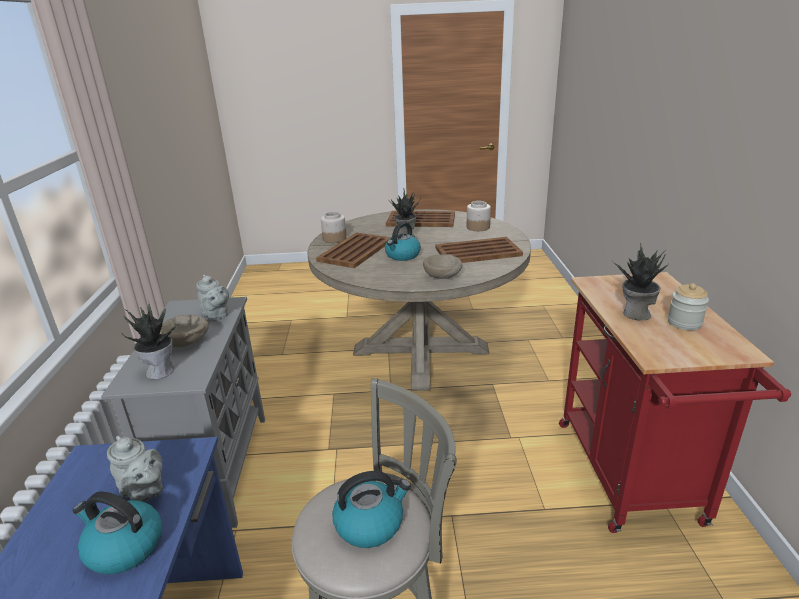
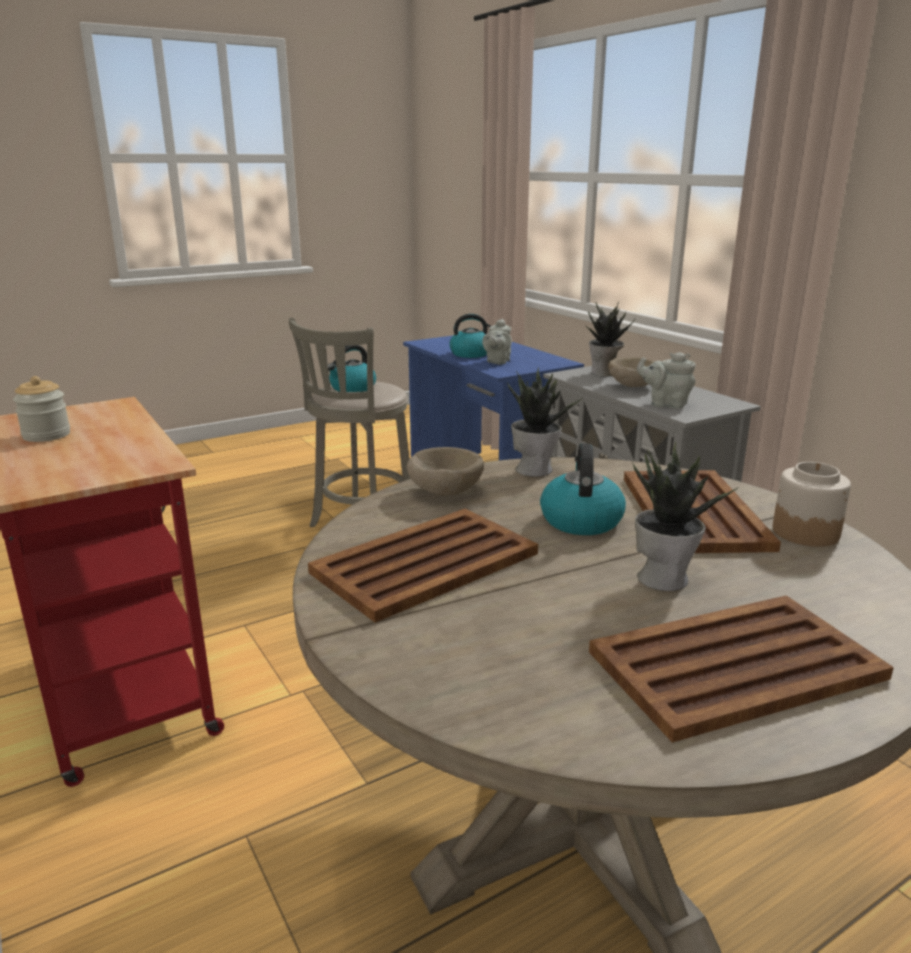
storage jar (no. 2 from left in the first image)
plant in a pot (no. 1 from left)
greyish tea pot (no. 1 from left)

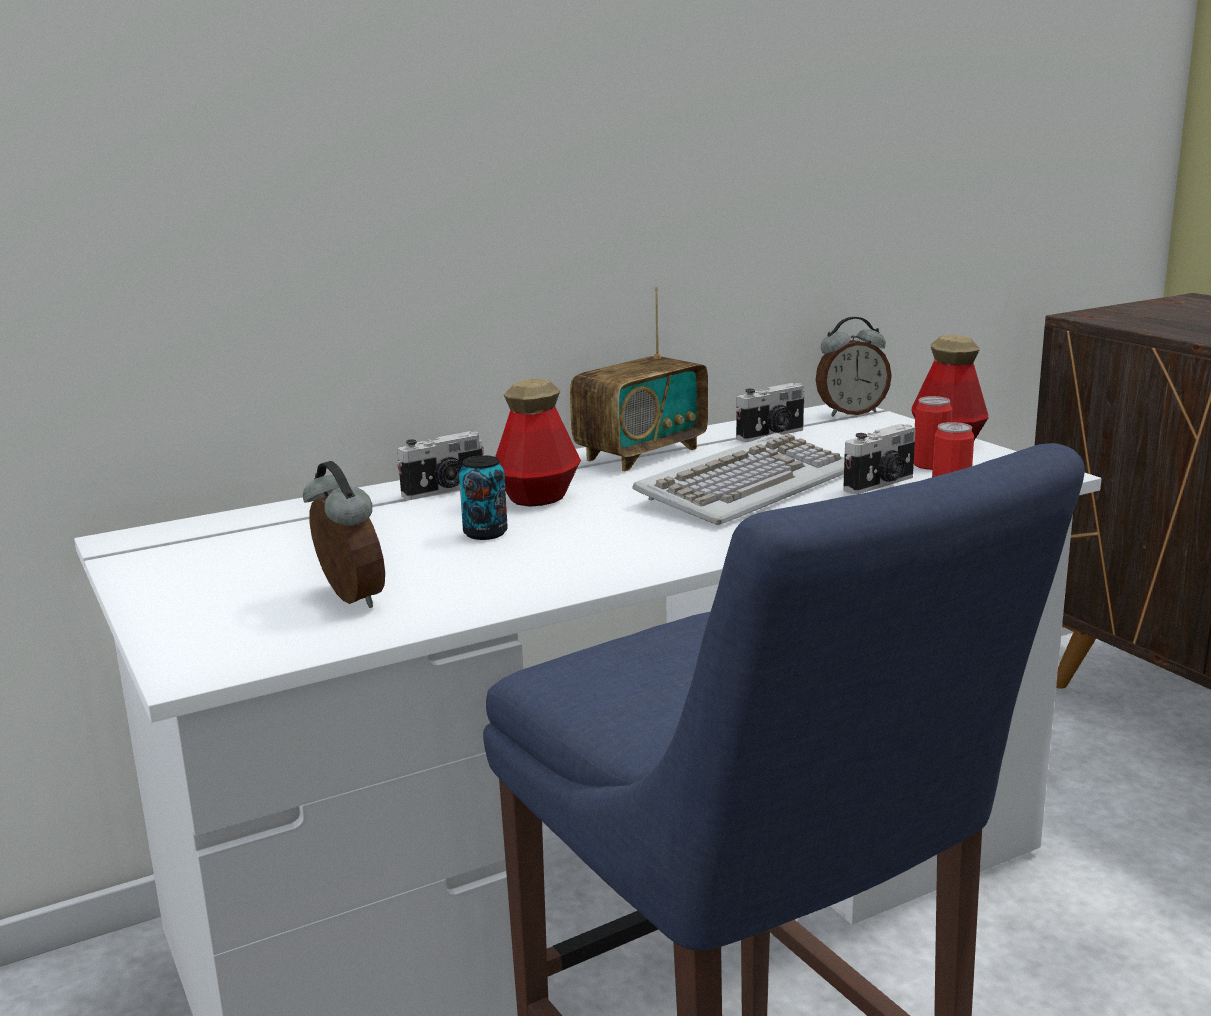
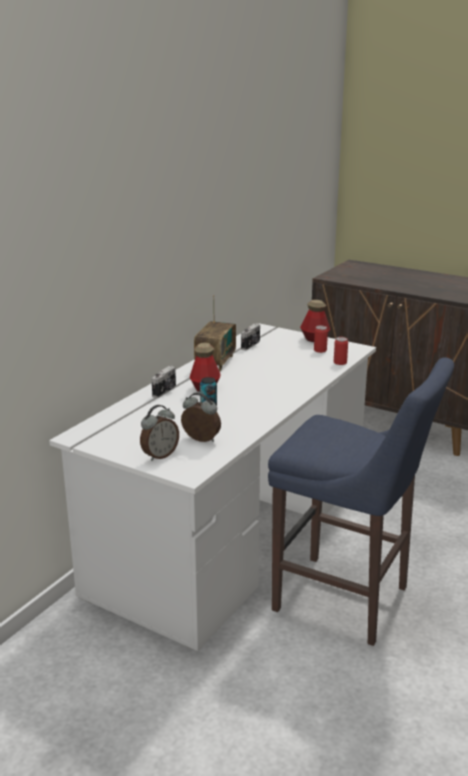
table clock (no. 1 from left)
photo camera (no. 3 from left in the first image)
PC keyboard

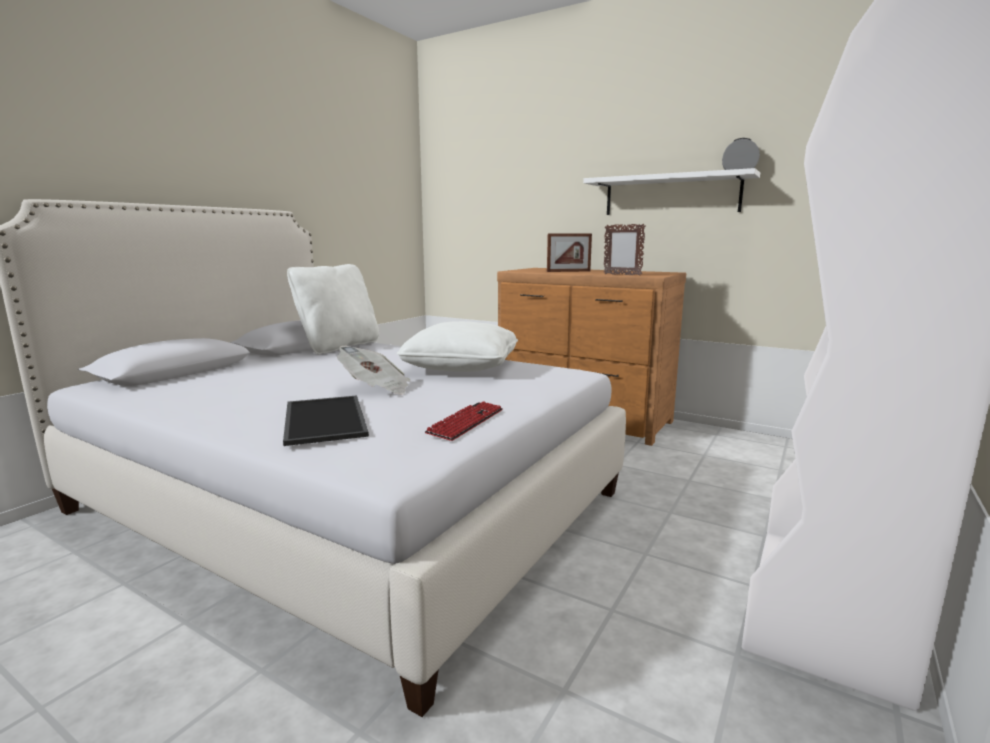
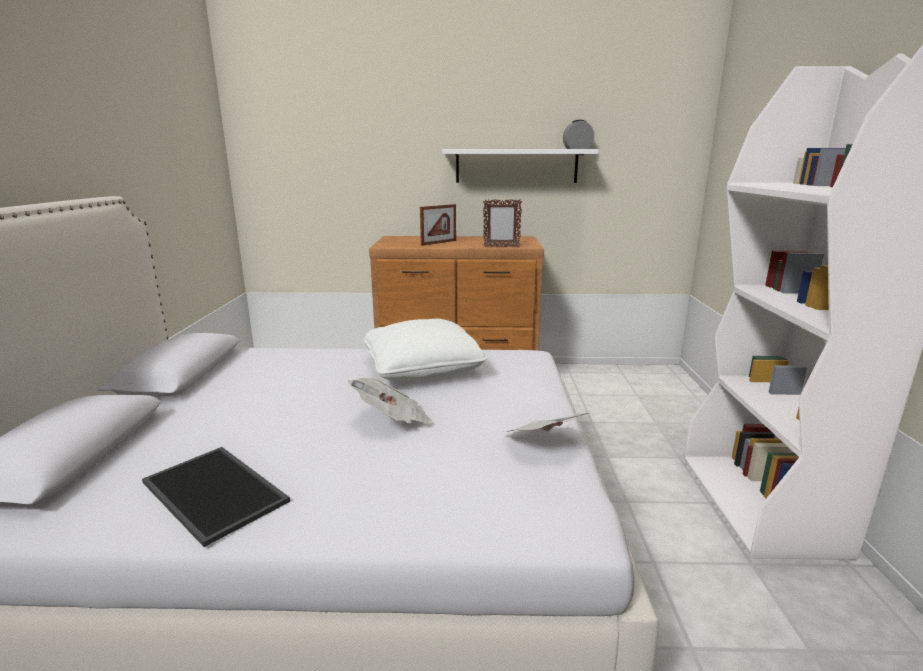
white cushion (no. 1 from left in the first image)
carrying tray
newspaper (no. 2 from left)

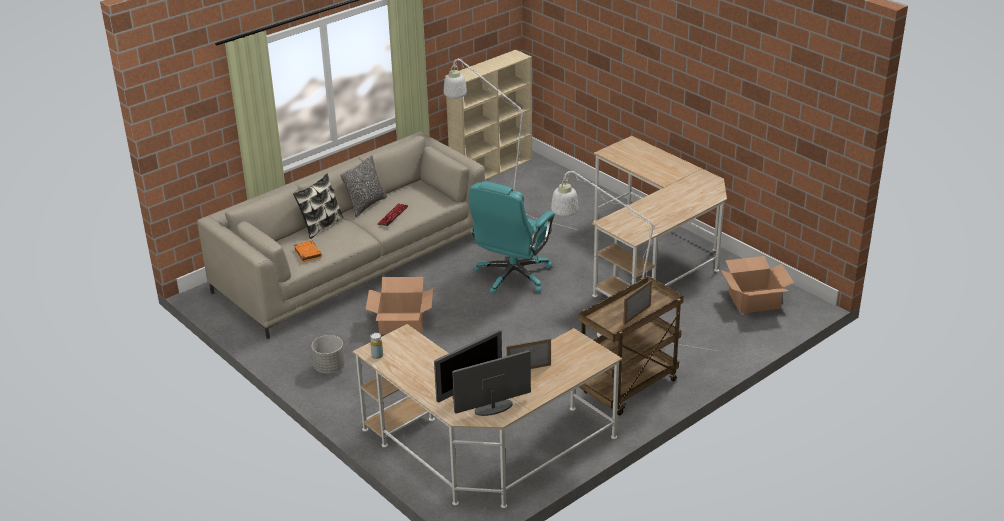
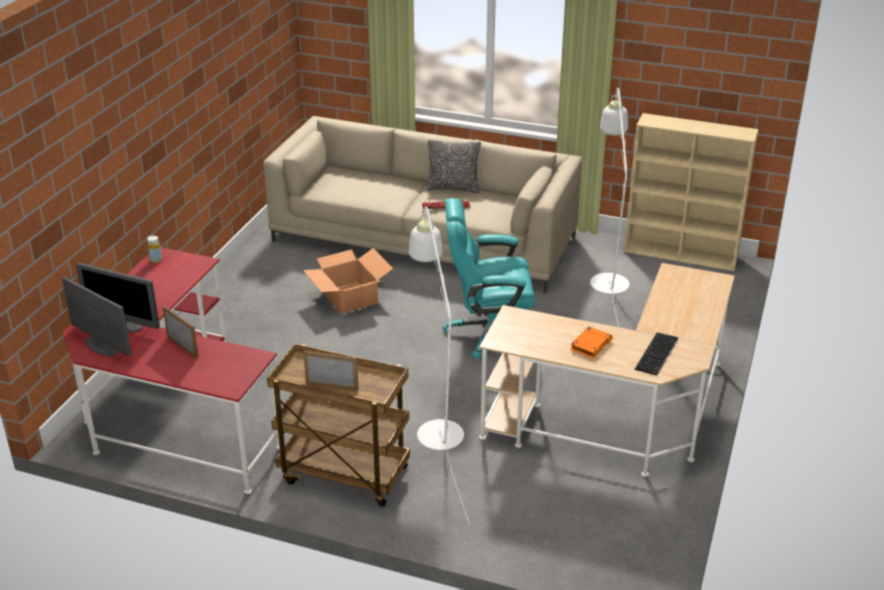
cushion (no. 1 from left in the first image)
orangey bound book
carton (no. 2 from left in the first image)
reddish desk table
greyish plant pot
PC keyboard (no. 2 from left)

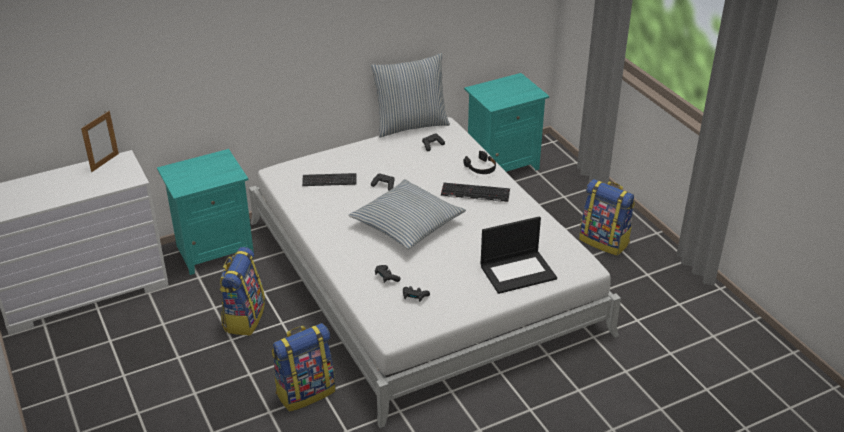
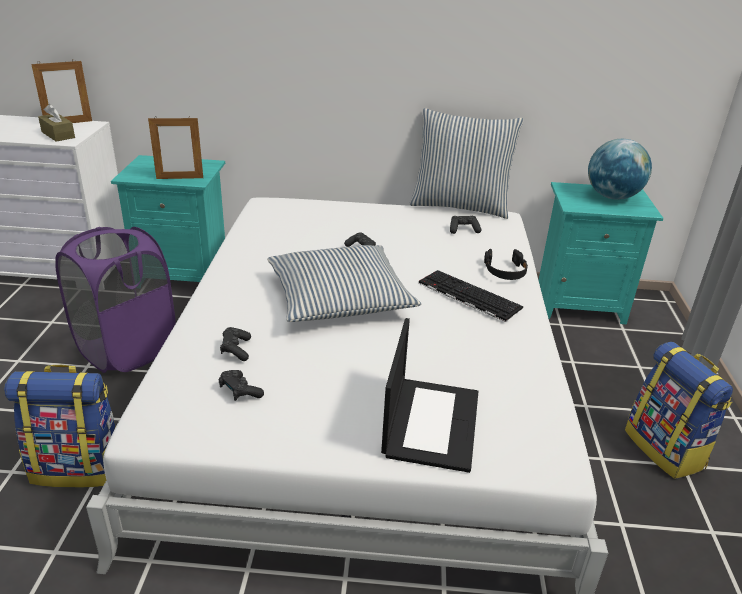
PC keyboard (no. 1 from left in the first image)
laptop
purplish hamper
brown-coloured tissue holder
photo frame (no. 2 from left)
desk globe

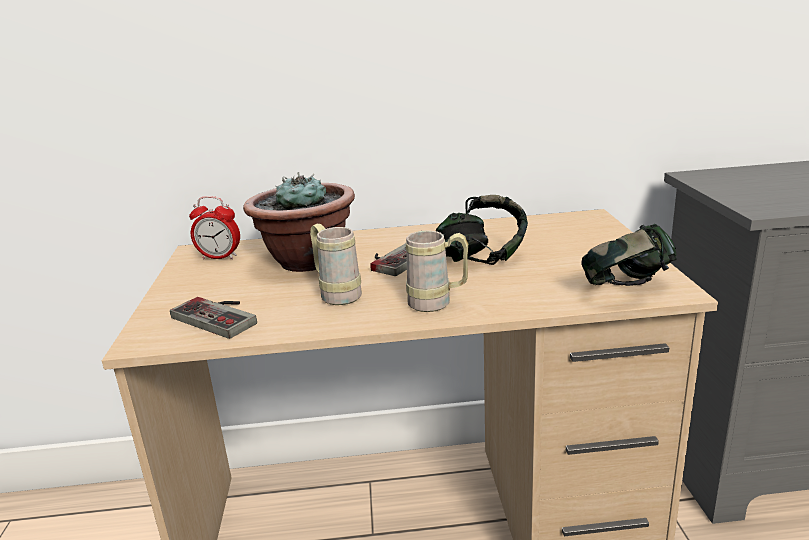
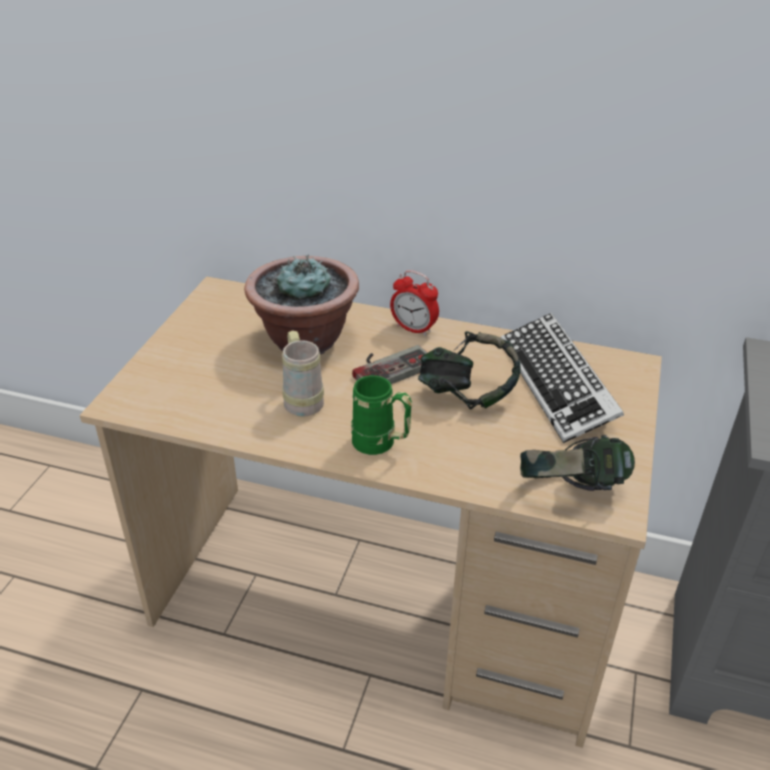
table clock
green-coloured tea mug
gamepad (no. 1 from left in the first image)
PC keyboard

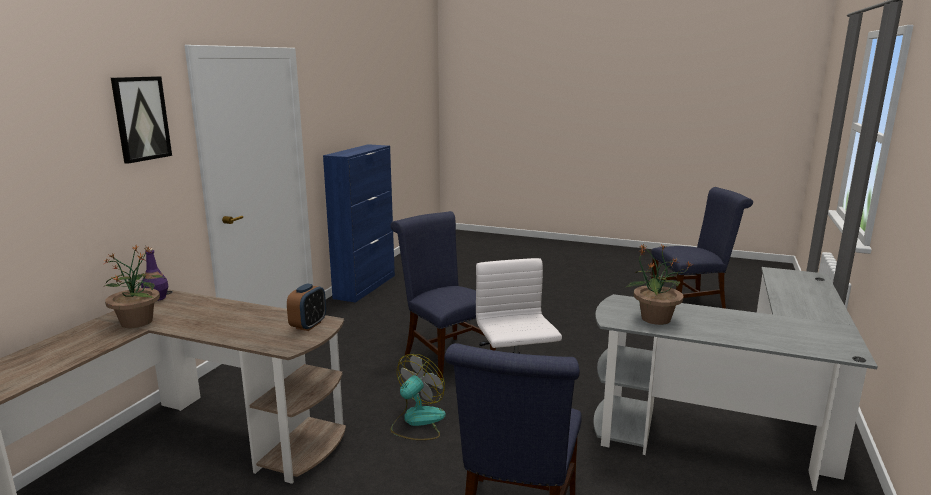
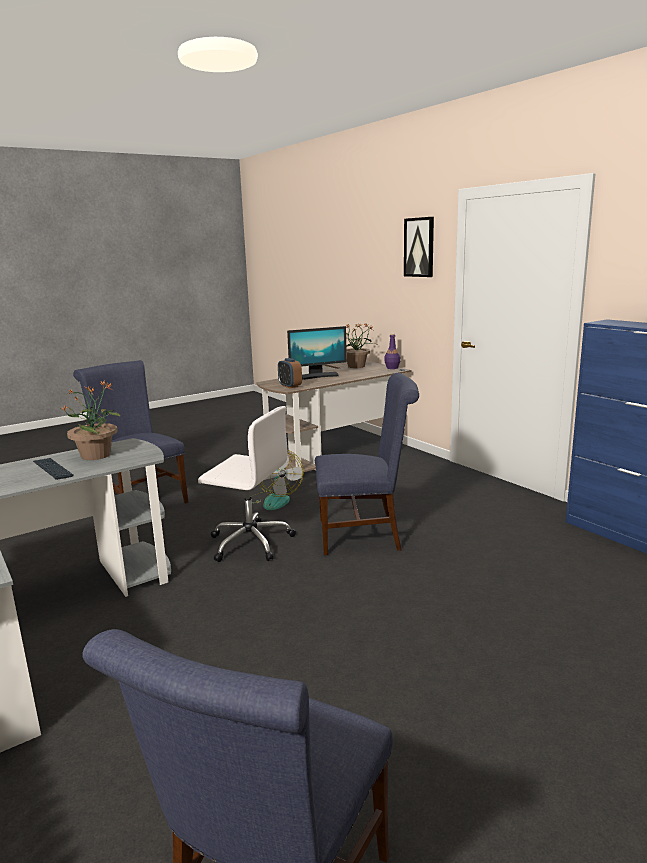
monitor
PC keyboard

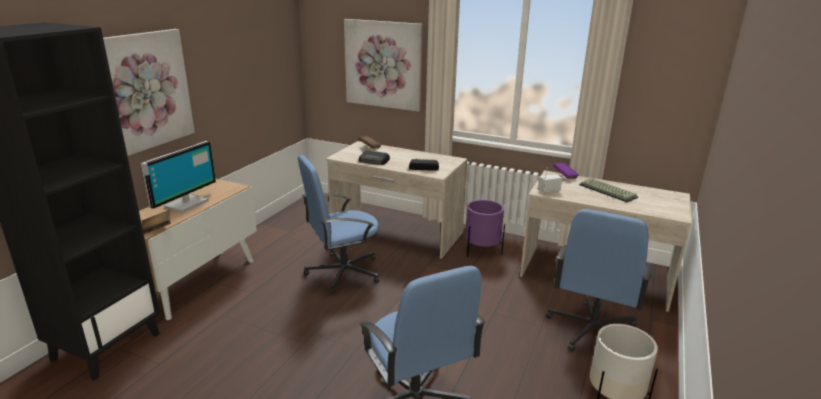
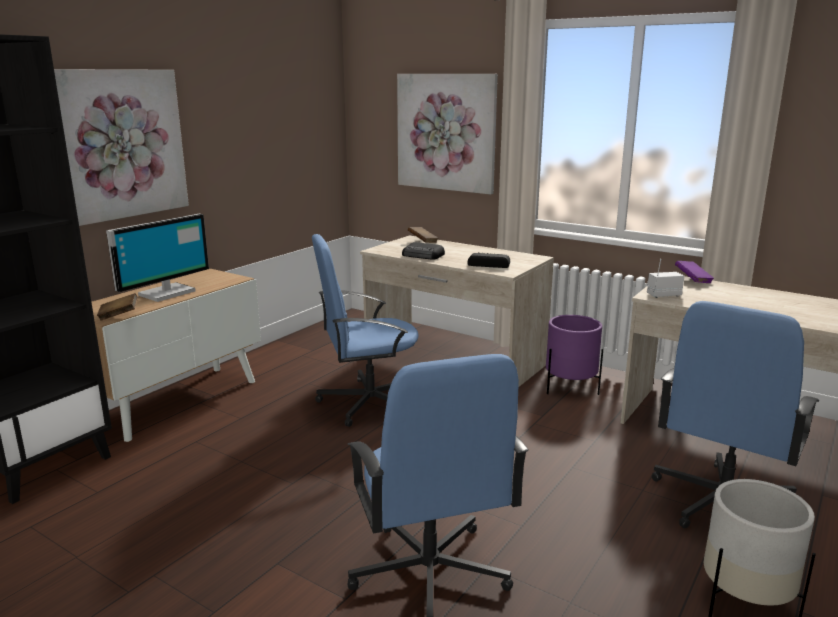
PC keyboard

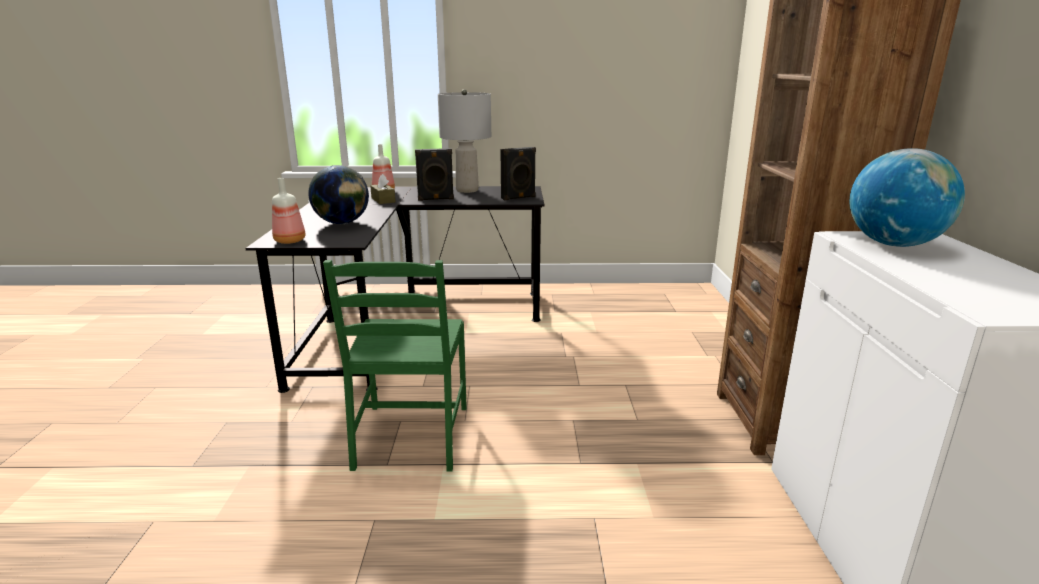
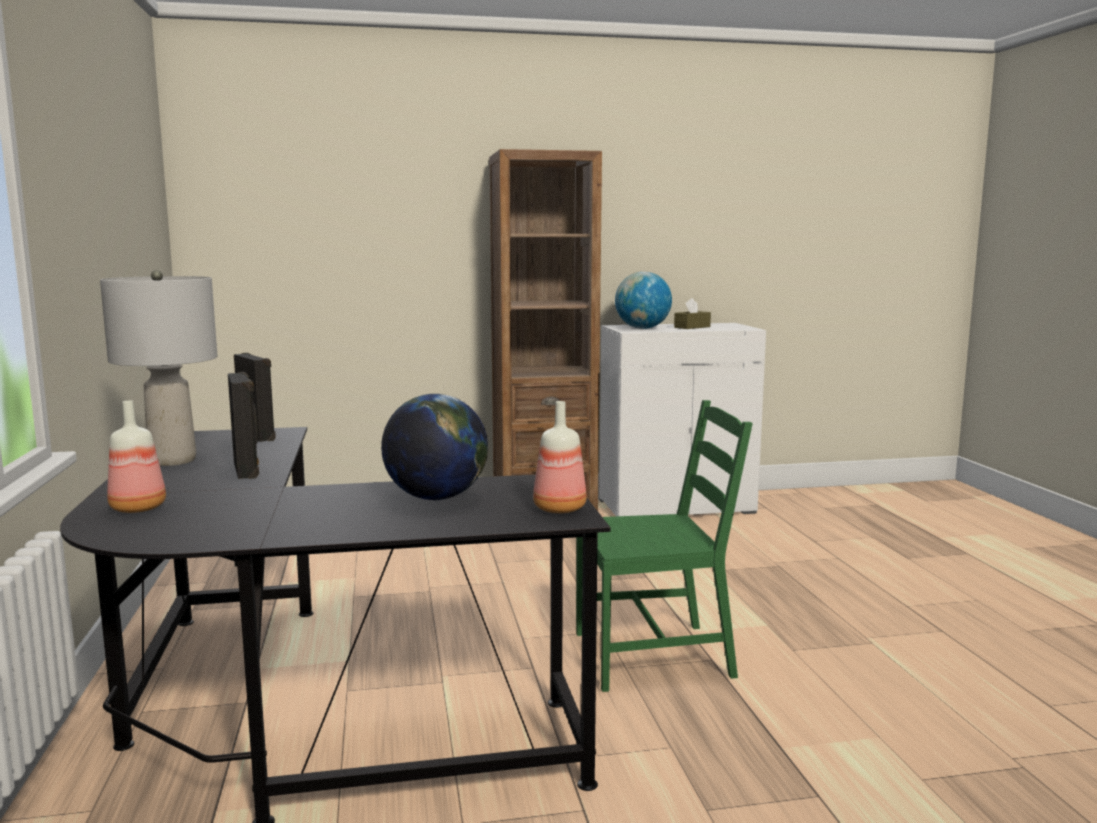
brown-coloured tissue holder

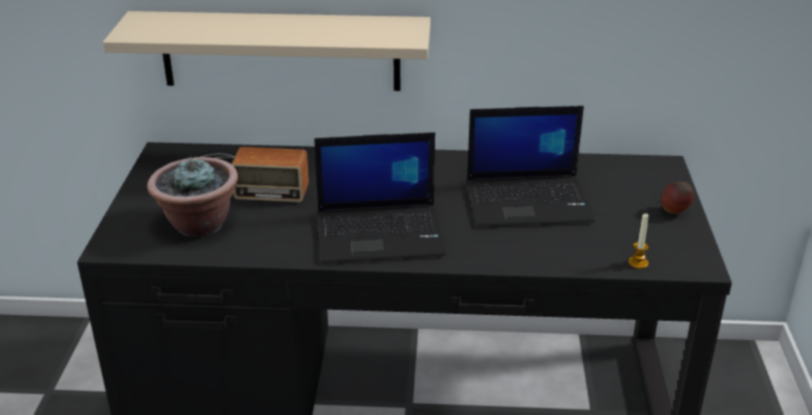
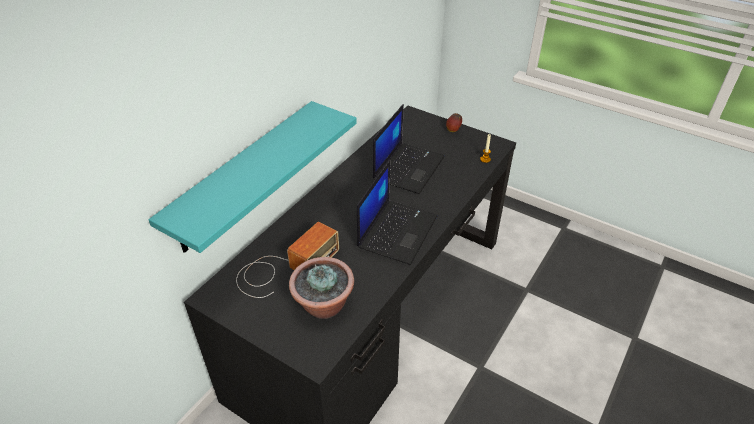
turquoise-coloured wall shelf

